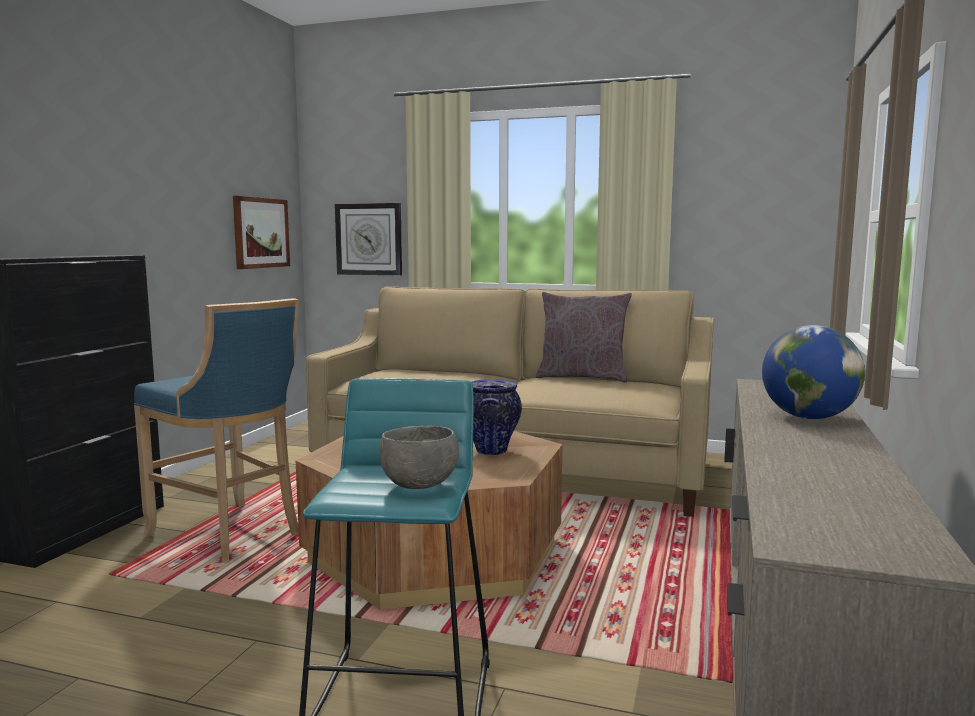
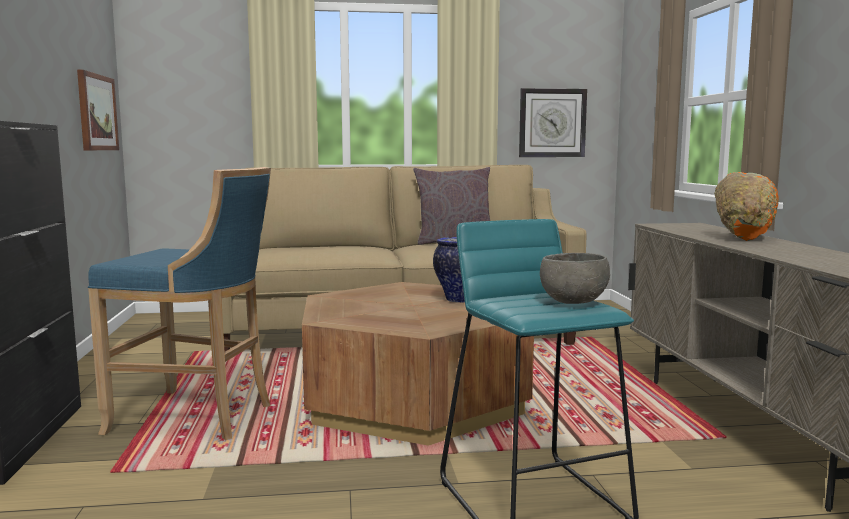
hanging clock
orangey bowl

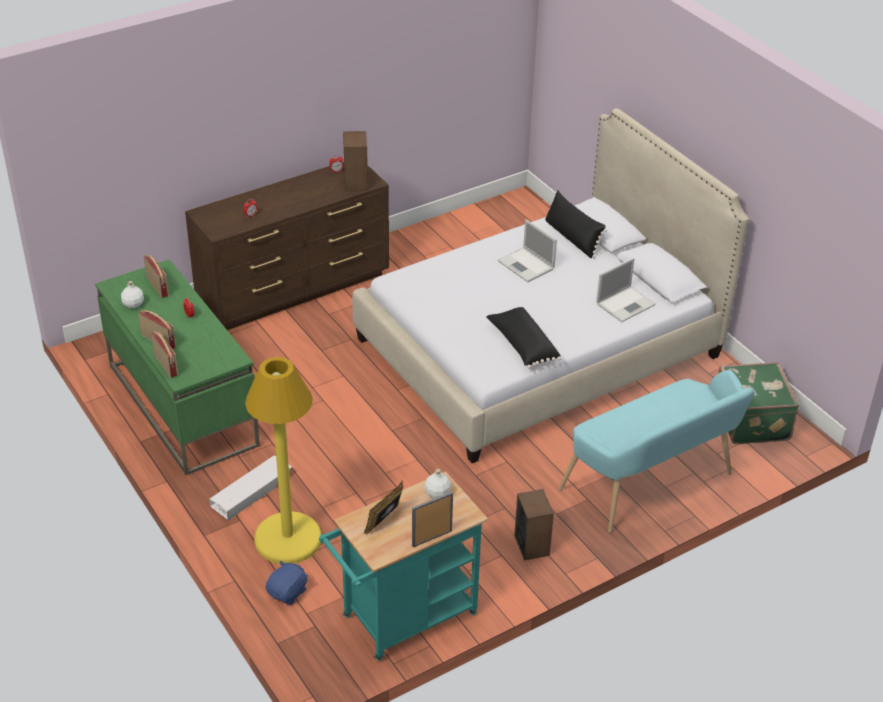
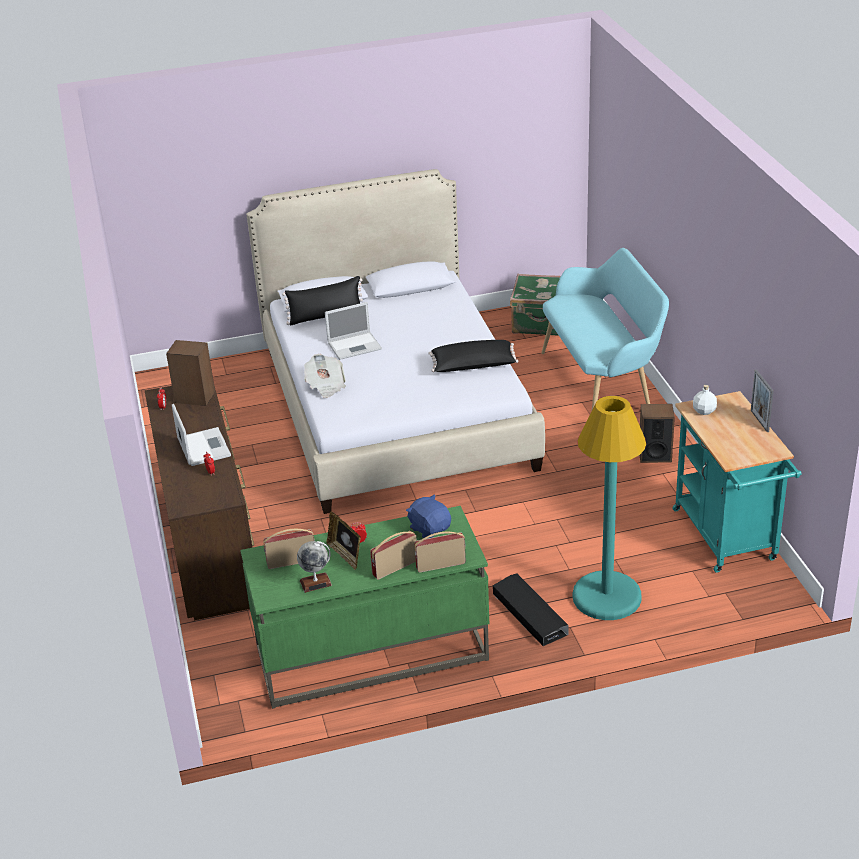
laptop (no. 1 from left)
desk globe
turquoise-coloured standard lamp
blackish storage container
photo frame (no. 1 from left)
bluish plush toy
newspaper

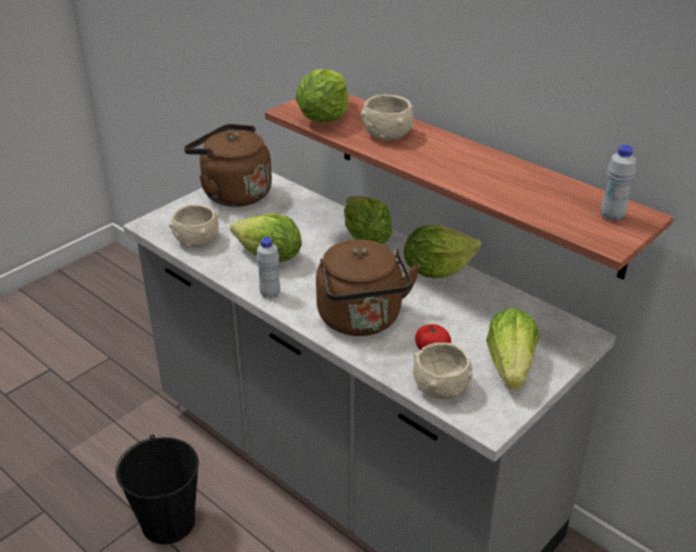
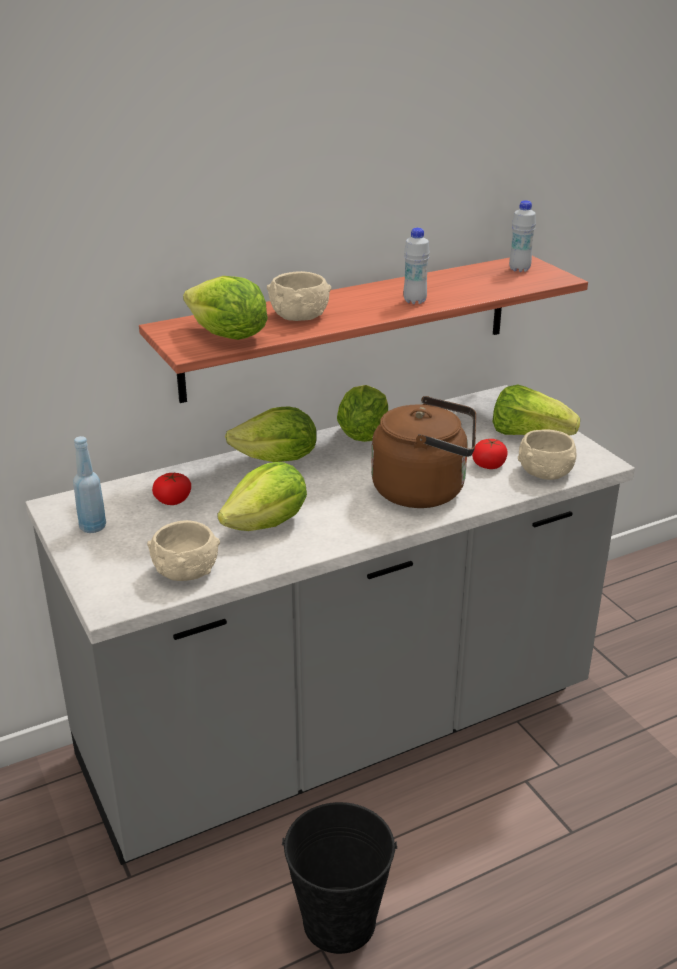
bluish beverage bottle
white beverage bottle (no. 1 from left)
tomato (no. 1 from left)

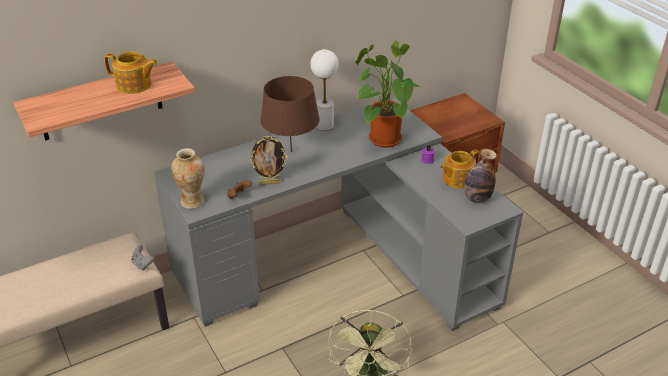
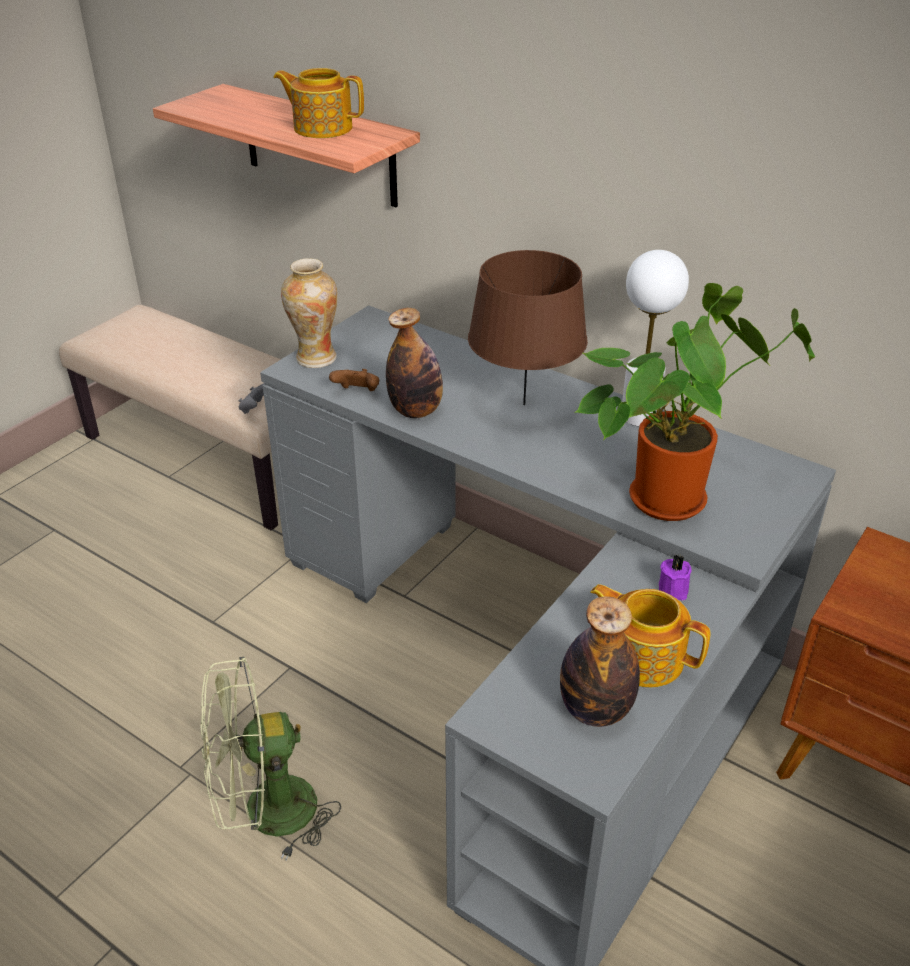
tea pot (no. 1 from left)
beverage bottle (no. 1 from left)

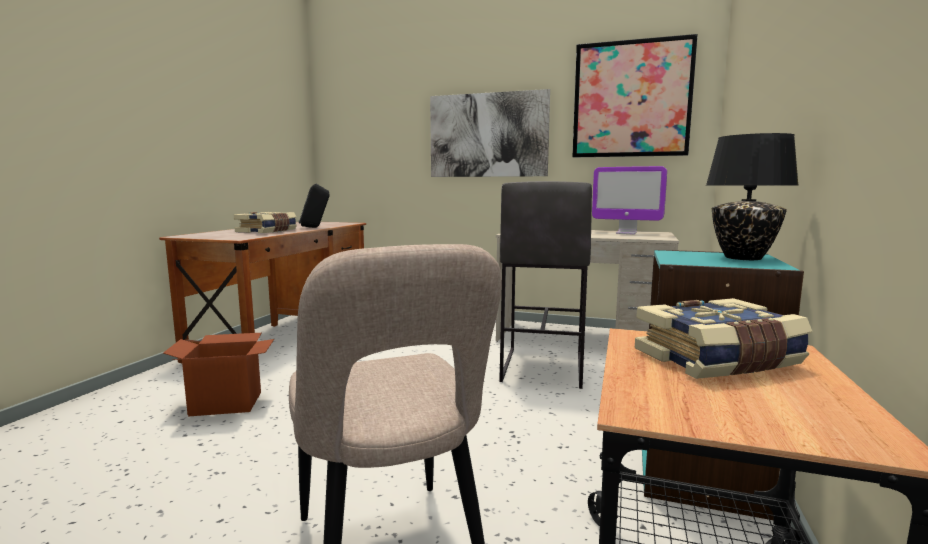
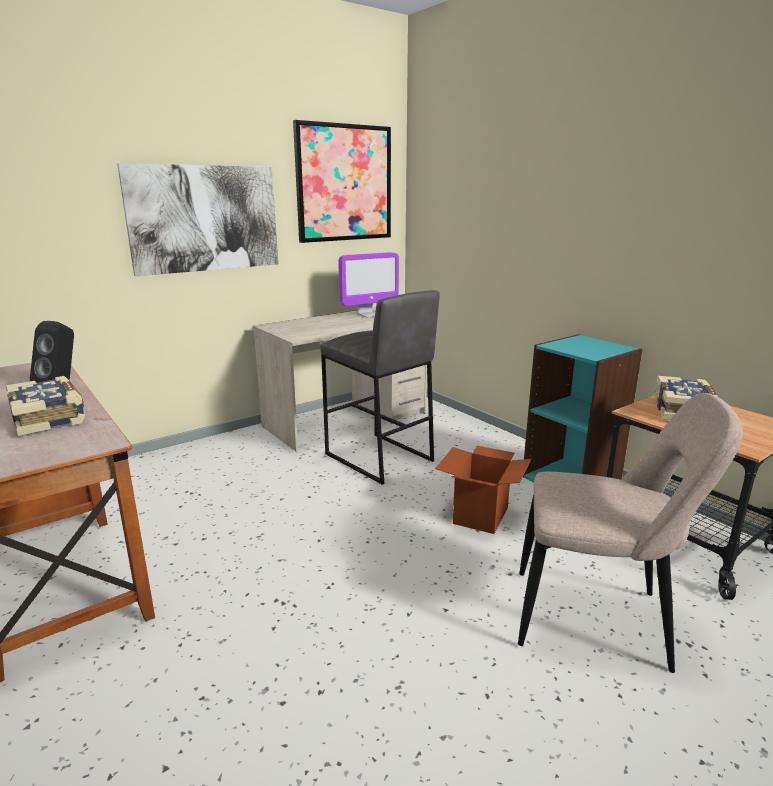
blackish tabletop lamp
carton

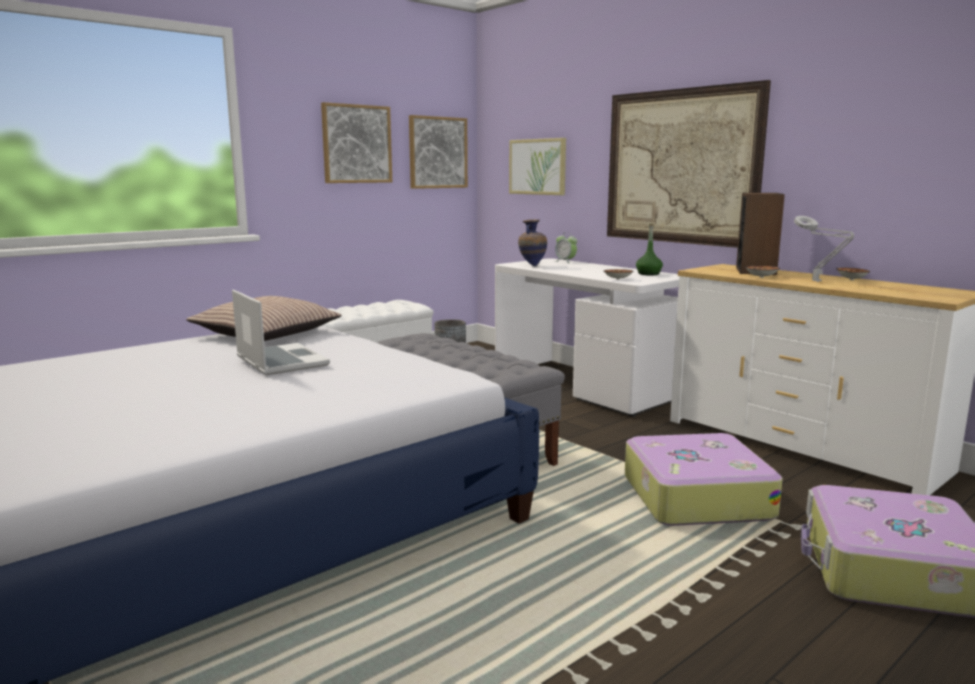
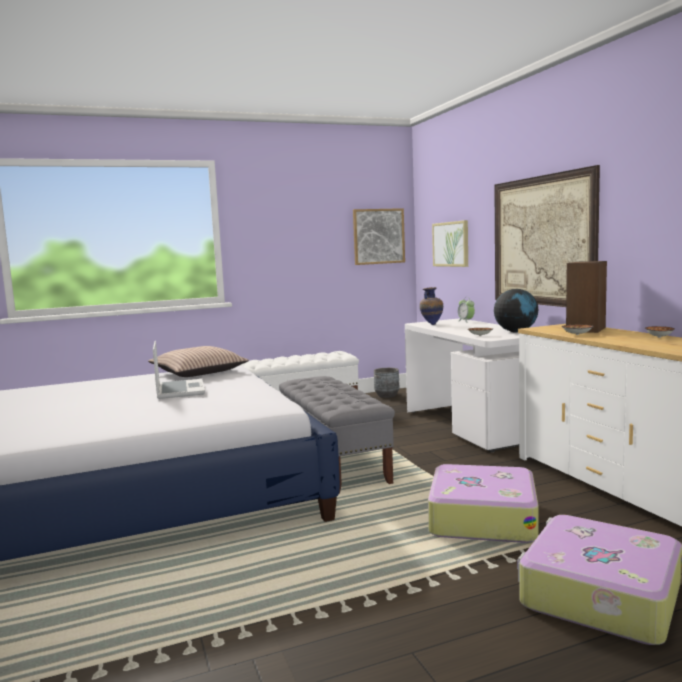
wall art (no. 1 from left in the first image)
greyish tabletop lamp
desk globe

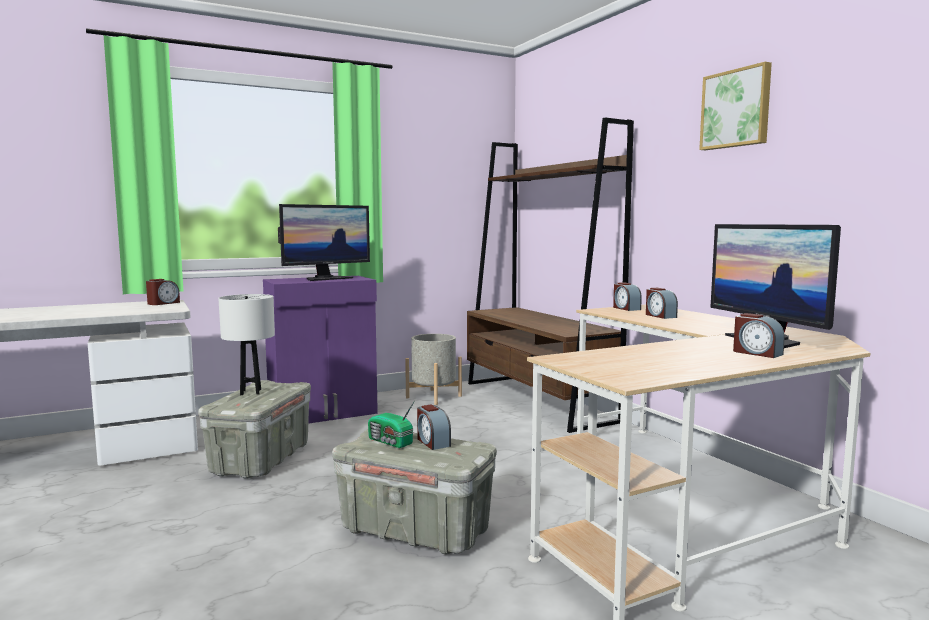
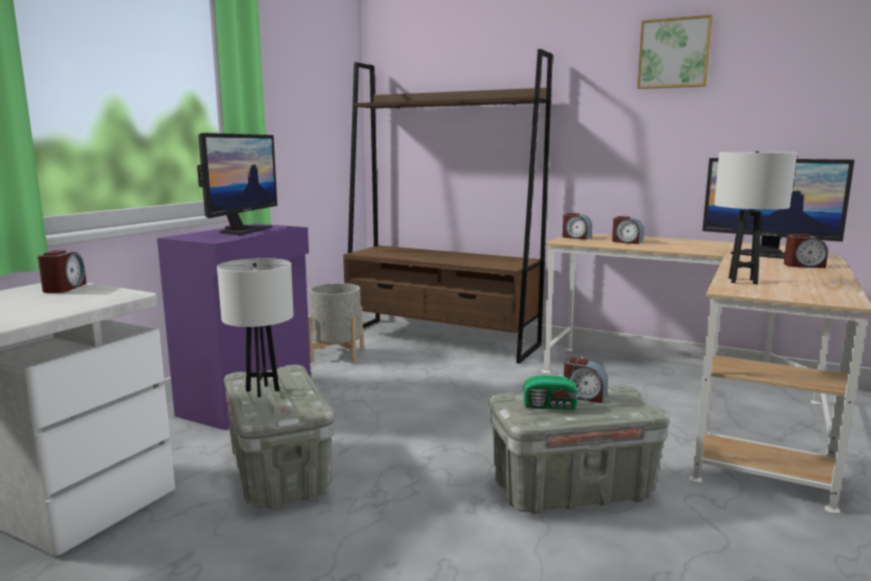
white tabletop lamp (no. 2 from left)

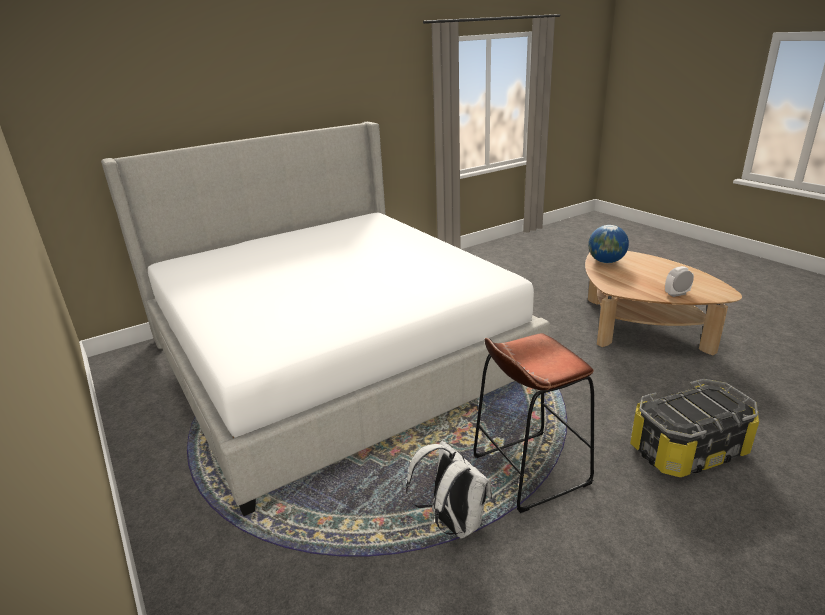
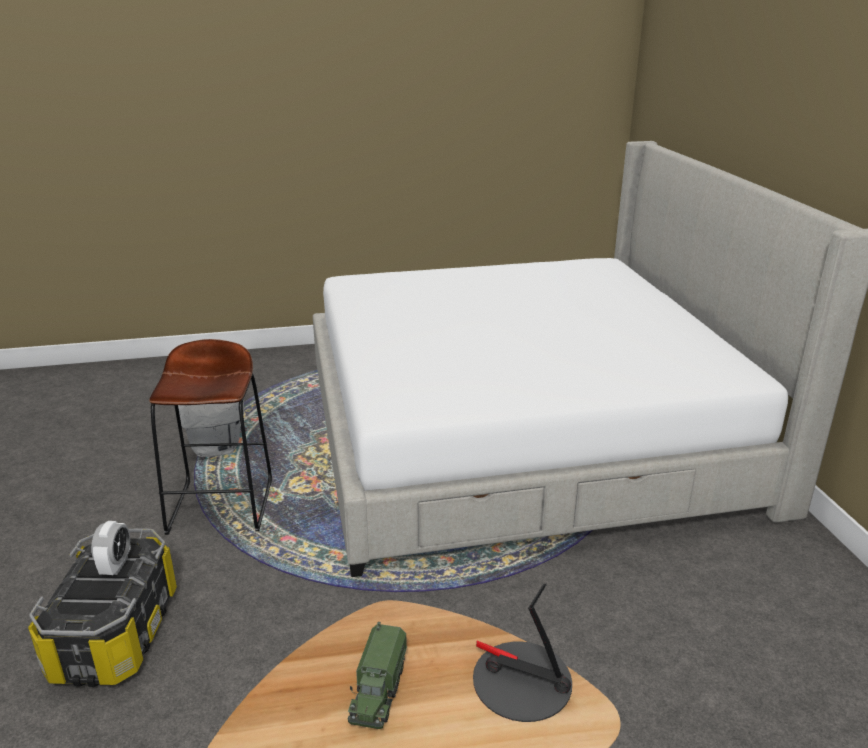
tabletop lamp
table clock
toy lorry

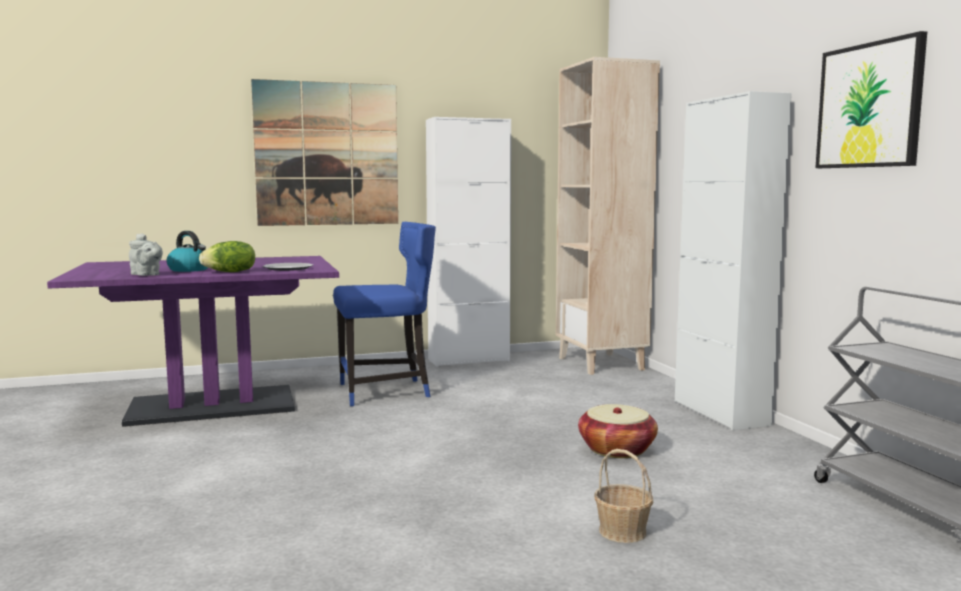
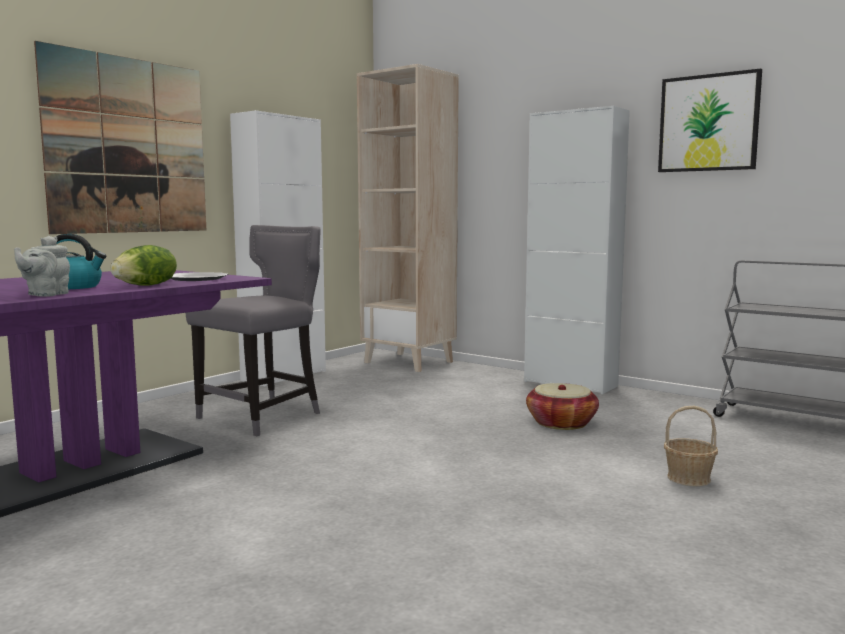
greyish plain chair
greyish tea pot

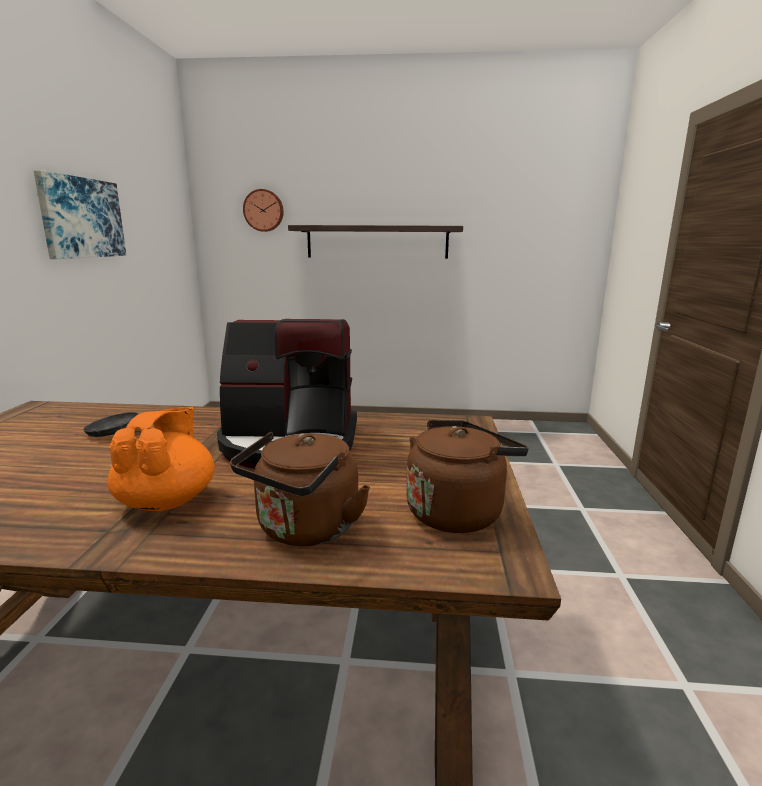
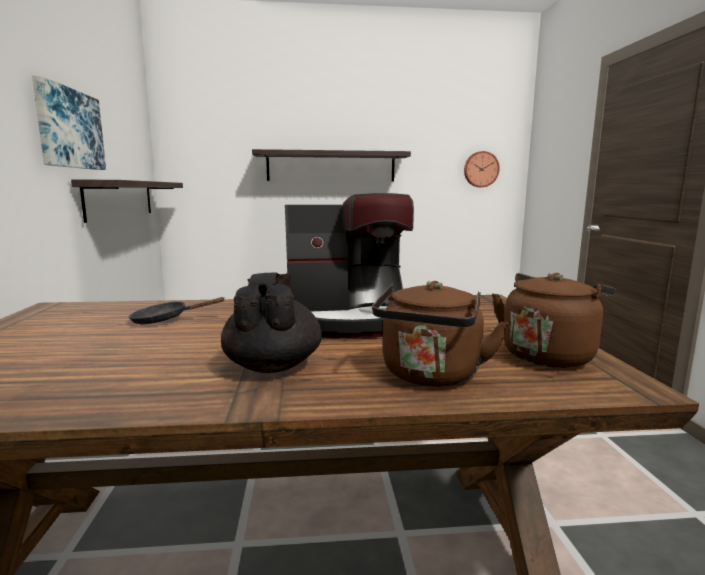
hanging clock
blackish tea pot
wall shelf (no. 1 from left)

